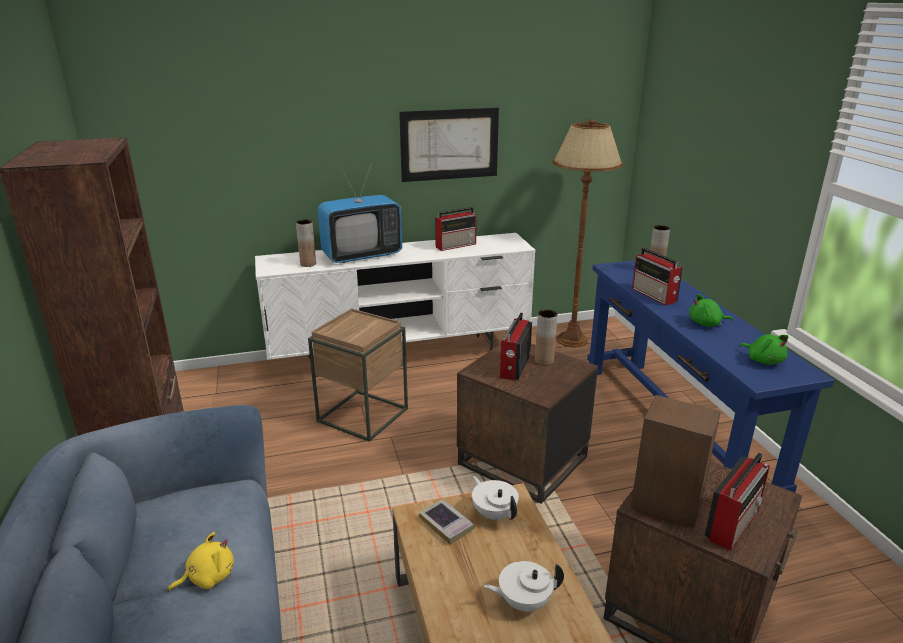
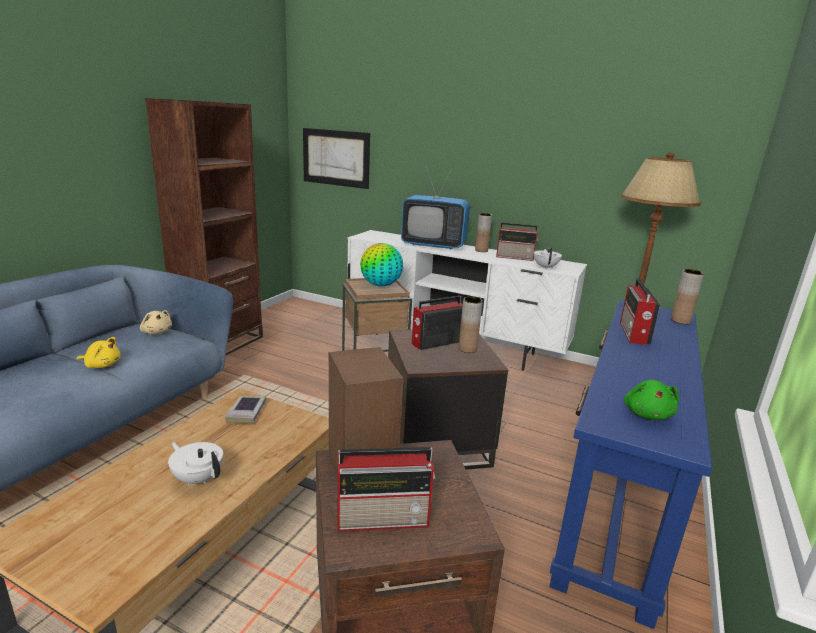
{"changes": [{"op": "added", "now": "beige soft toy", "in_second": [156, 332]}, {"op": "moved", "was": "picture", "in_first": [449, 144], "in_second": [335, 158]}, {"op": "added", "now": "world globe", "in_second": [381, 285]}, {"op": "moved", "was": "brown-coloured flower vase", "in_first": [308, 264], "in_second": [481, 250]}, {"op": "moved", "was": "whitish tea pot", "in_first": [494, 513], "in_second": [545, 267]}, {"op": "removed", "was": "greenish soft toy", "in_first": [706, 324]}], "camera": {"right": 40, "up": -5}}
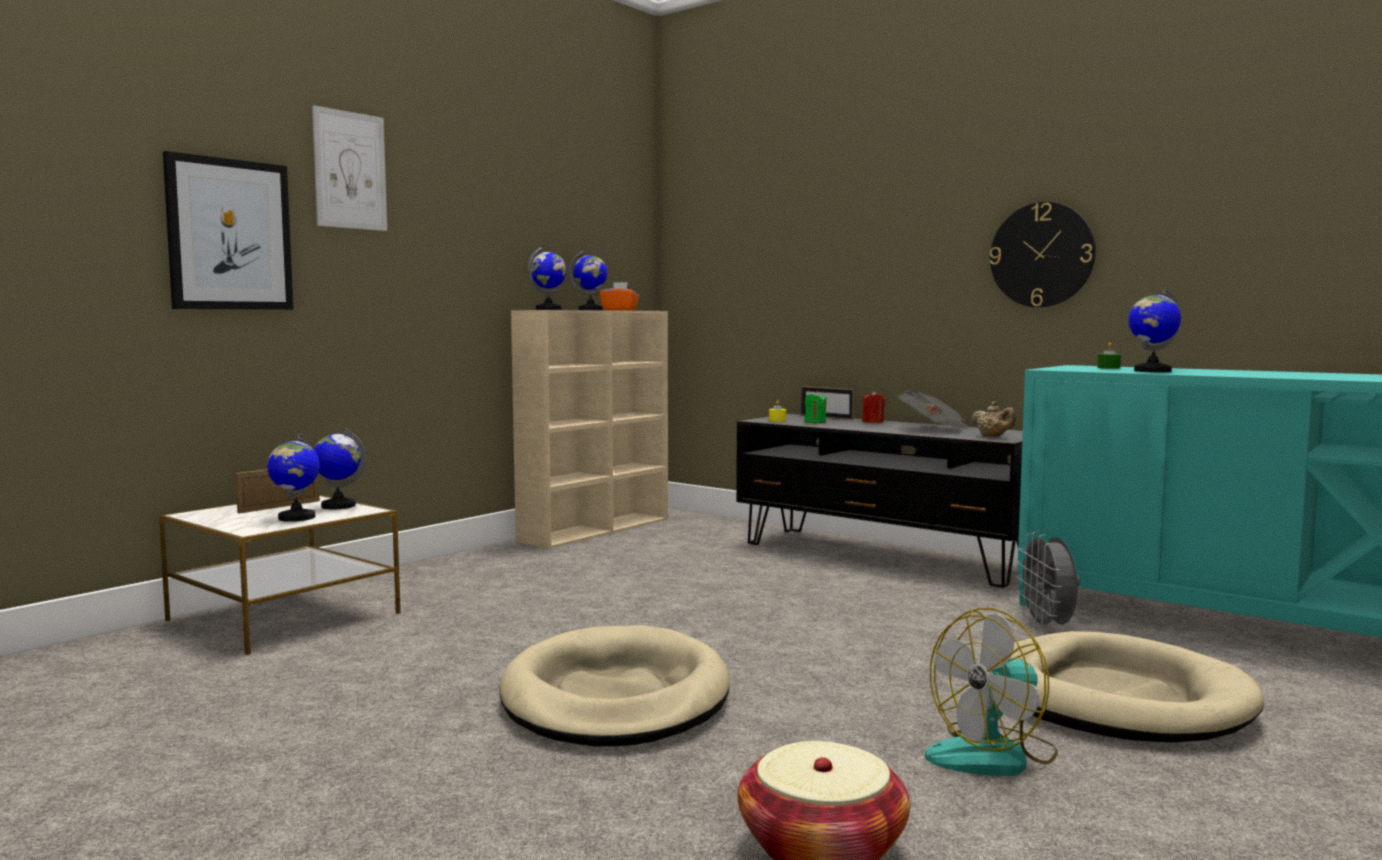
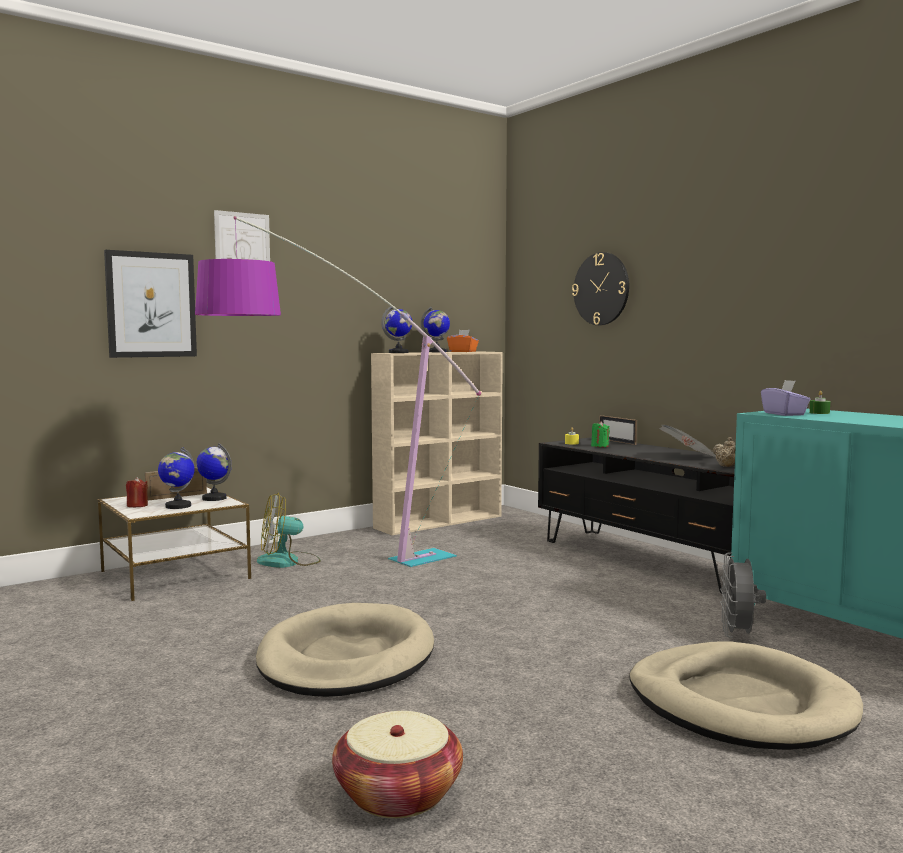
{"changes": [{"op": "moved", "was": "reddish wax light", "in_first": [873, 422], "in_second": [137, 505]}, {"op": "added", "now": "standard lamp", "in_second": [332, 578]}, {"op": "moved", "was": "electric fan", "in_first": [994, 755], "in_second": [288, 562]}, {"op": "moved", "was": "hanging clock", "in_first": [1042, 255], "in_second": [601, 289]}, {"op": "added", "now": "purplish tissue holder", "in_second": [784, 414]}, {"op": "removed", "was": "world globe", "in_first": [1151, 371]}], "camera": {"right": 15, "up": 0}}
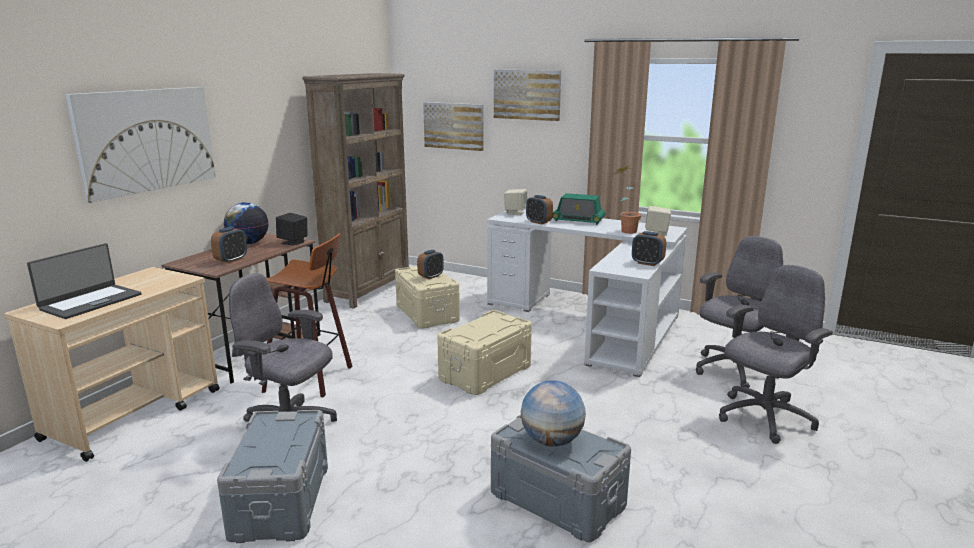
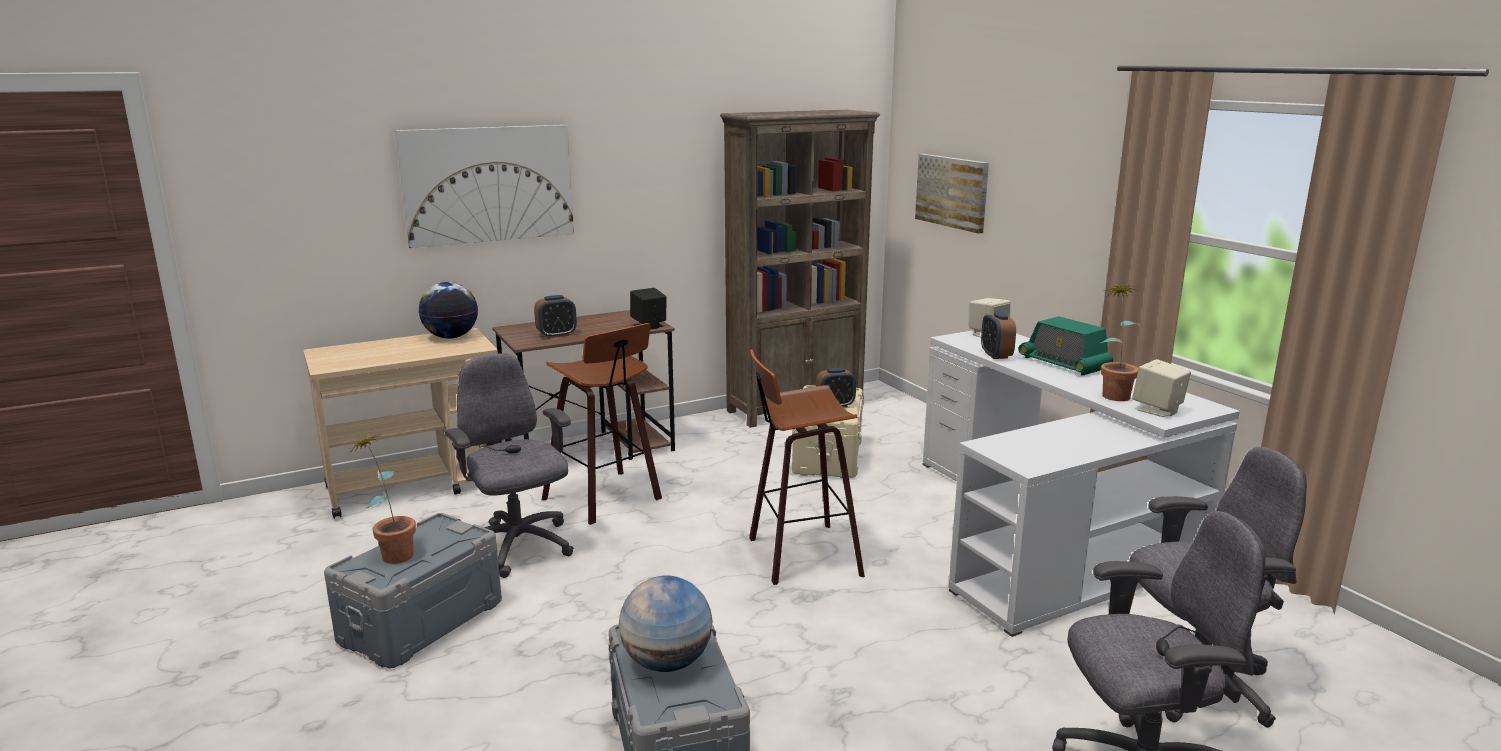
{"changes": [{"op": "added", "now": "plant in a pot", "in_second": [392, 553]}, {"op": "moved", "was": "world globe", "in_first": [248, 243], "in_second": [451, 337]}, {"op": "replaced", "was": "beige storage bin", "now": "stool", "in_first": [484, 372], "in_second": [800, 555]}, {"op": "removed", "was": "laptop", "in_first": [90, 302]}, {"op": "removed", "was": "picture", "in_first": [527, 94]}, {"op": "removed", "was": "table clock", "in_first": [647, 263]}], "camera": {"right": 35, "up": 0}}
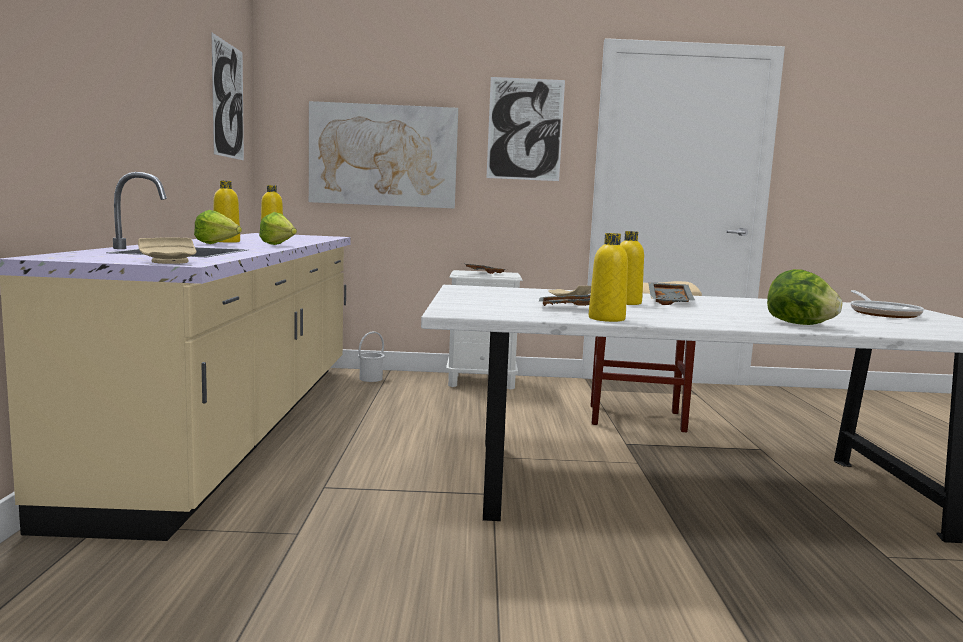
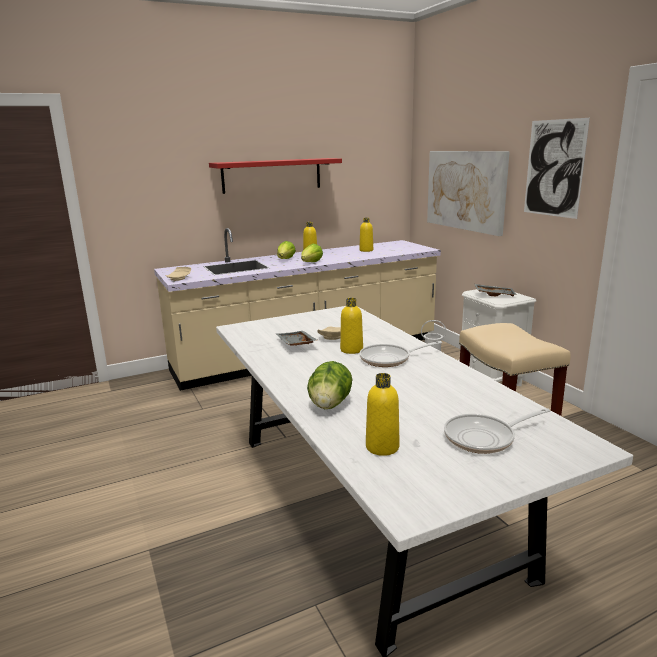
{"changes": [{"op": "added", "now": "reddish bracket shelf", "in_second": [272, 175]}, {"op": "replaced", "was": "greyish tray", "now": "skillet", "in_first": [671, 301], "in_second": [389, 359]}, {"op": "moved", "was": "yellow beverage bottle", "in_first": [606, 319], "in_second": [382, 447]}, {"op": "removed", "was": "picture", "in_first": [228, 100]}], "camera": {"right": 65, "up": 10}}
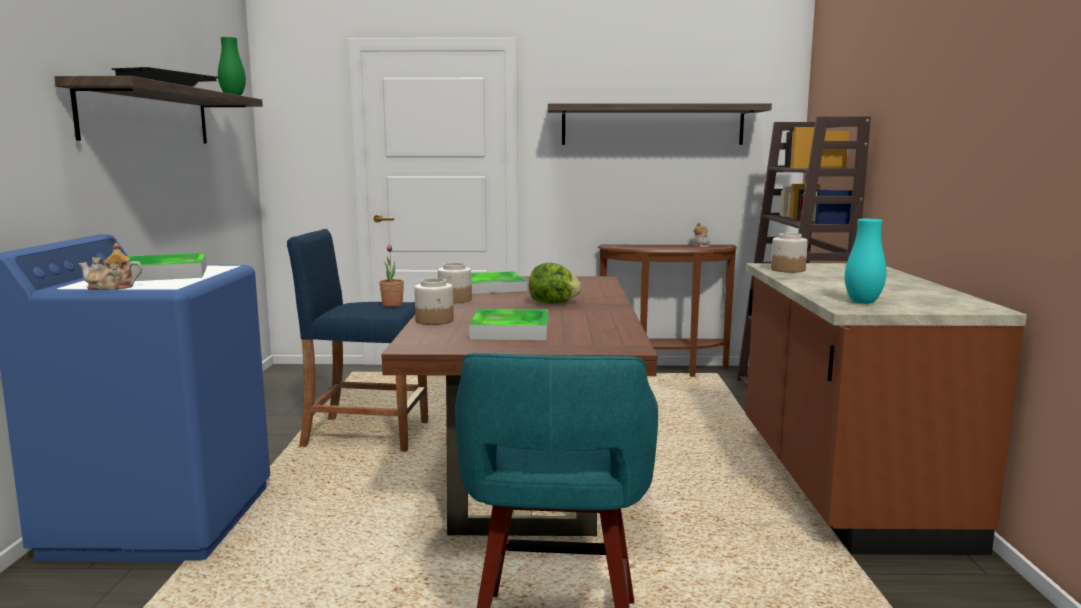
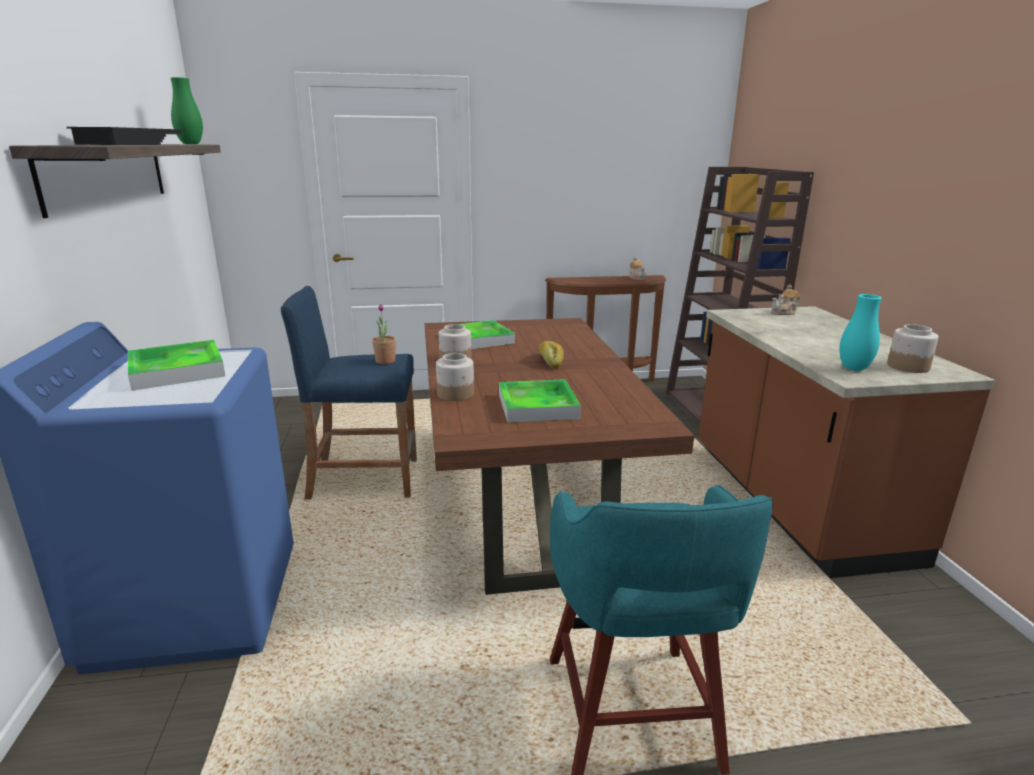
{"changes": [{"op": "replaced", "was": "lettuce", "now": "baked bread", "in_first": [553, 303], "in_second": [551, 361]}, {"op": "moved", "was": "tea pot", "in_first": [112, 287], "in_second": [784, 313]}, {"op": "moved", "was": "storage jar", "in_first": [787, 270], "in_second": [907, 366]}, {"op": "removed", "was": "bracket shelf", "in_first": [652, 125]}], "camera": {"right": -10, "up": 10}}
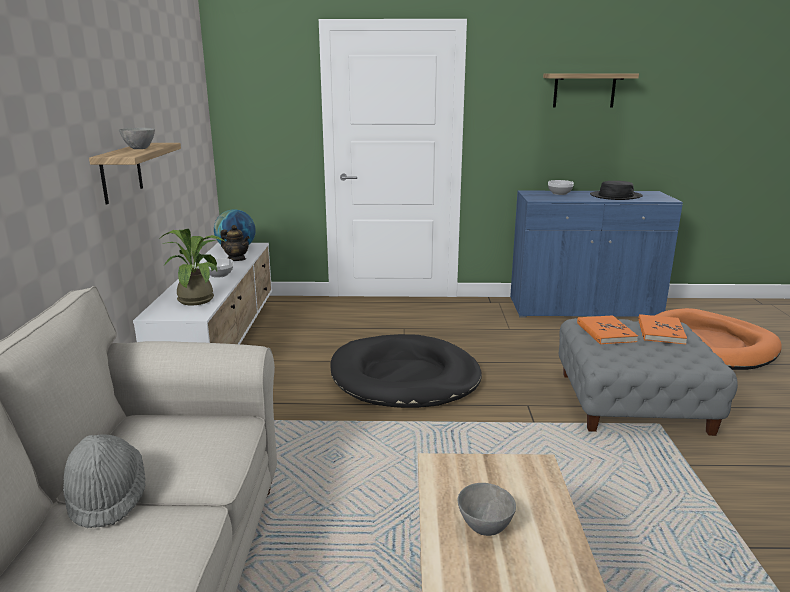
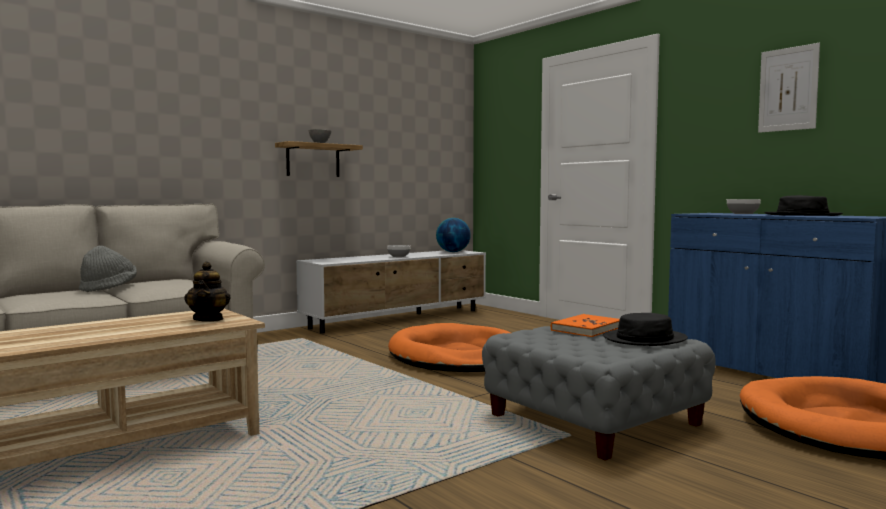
{"changes": [{"op": "moved", "was": "tea pot", "in_first": [237, 259], "in_second": [208, 319]}, {"op": "recoloured", "was": "blackish dog cushion", "now": "orange-coloured dog cushion", "in_first": [405, 377], "in_second": [456, 356]}, {"op": "replaced", "was": "orange-coloured bound book", "now": "blackish clothing hat", "in_first": [660, 332], "in_second": [645, 339]}, {"op": "replaced", "was": "bracket shelf", "now": "picture", "in_first": [584, 90], "in_second": [788, 89]}, {"op": "removed", "was": "plant in a pot", "in_first": [198, 298]}, {"op": "removed", "was": "greyish bowl", "in_first": [484, 528]}], "camera": {"right": 50, "up": -15}}
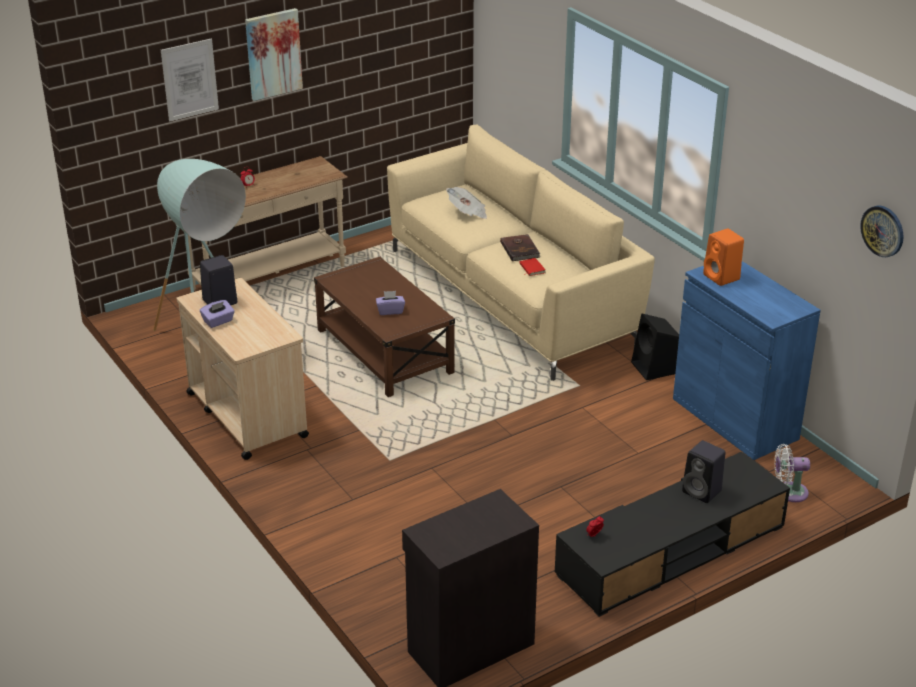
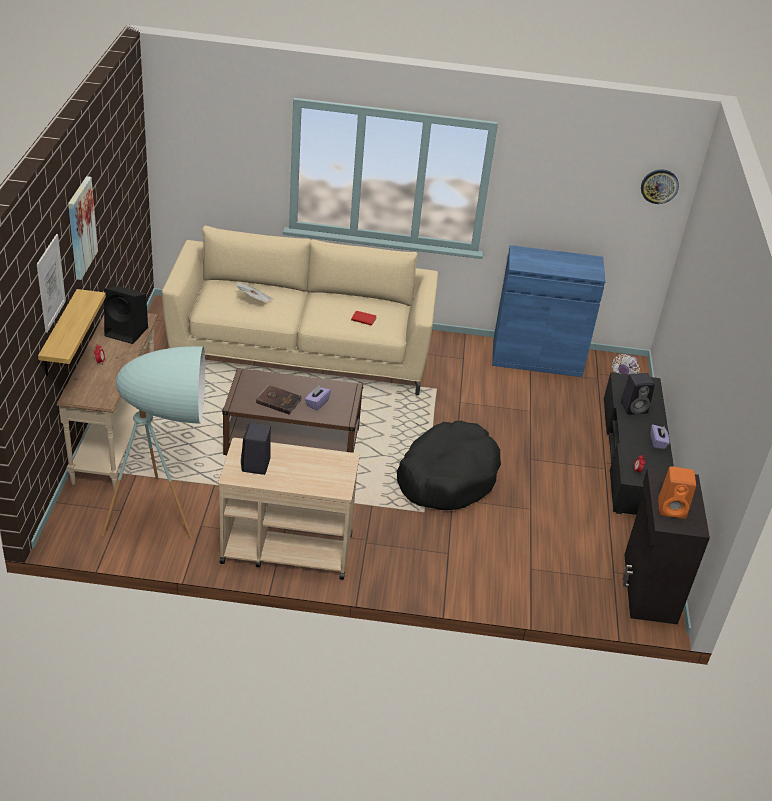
{"changes": [{"op": "added", "now": "bracket shelf", "in_second": [59, 334]}, {"op": "moved", "was": "blackish loudspeaker", "in_first": [654, 368], "in_second": [127, 332]}, {"op": "moved", "was": "brown-coloured bound book", "in_first": [520, 249], "in_second": [278, 400]}, {"op": "added", "now": "blackish dog cushion", "in_second": [447, 477]}, {"op": "moved", "was": "purplish tissue holder", "in_first": [218, 321], "in_second": [658, 442]}, {"op": "moved", "was": "orange-coloured loudspeaker", "in_first": [722, 277], "in_second": [672, 509]}], "camera": {"right": -55, "up": 5}}
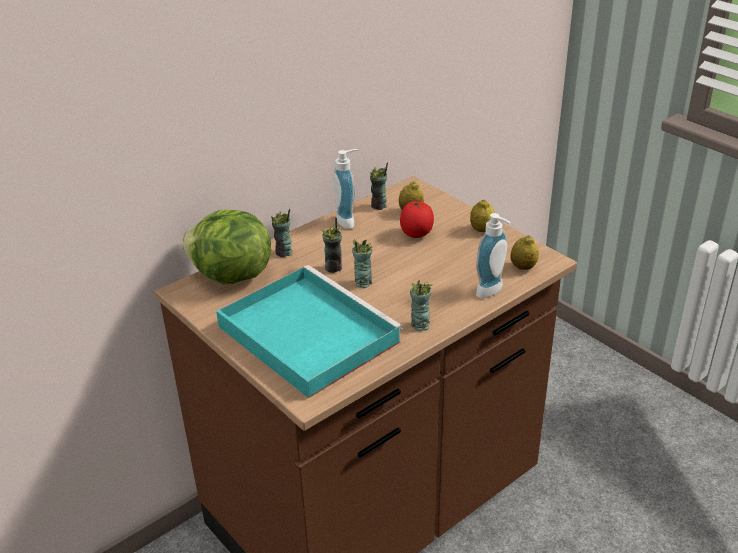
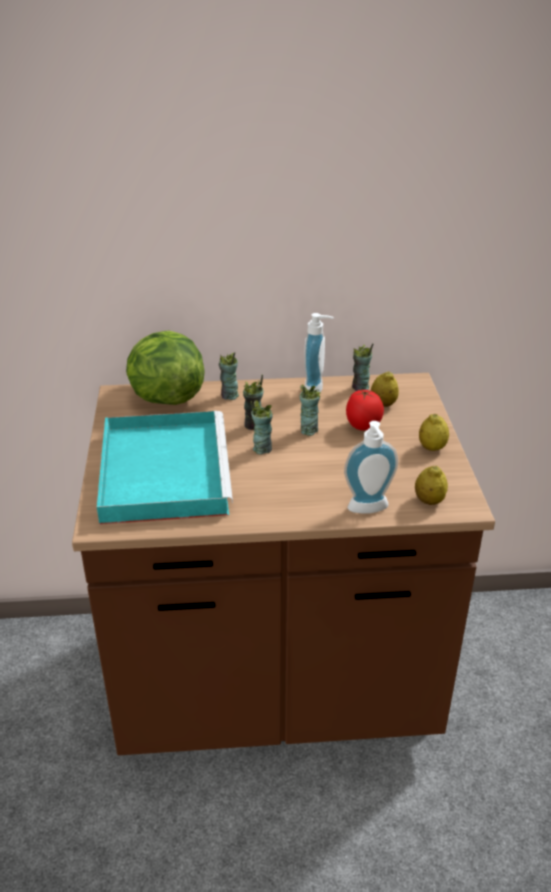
{"changes": [{"op": "moved", "was": "small cup", "in_first": [420, 325], "in_second": [308, 430]}], "camera": {"right": 35, "up": 0}}
